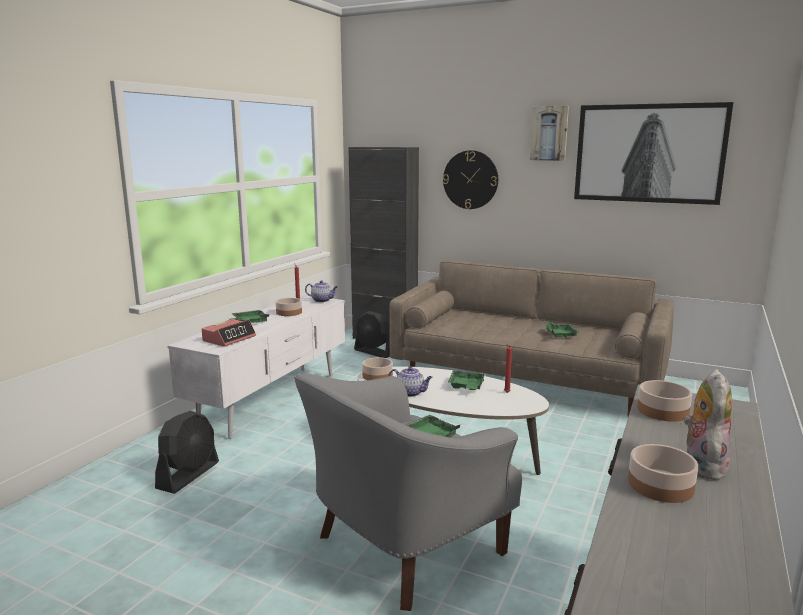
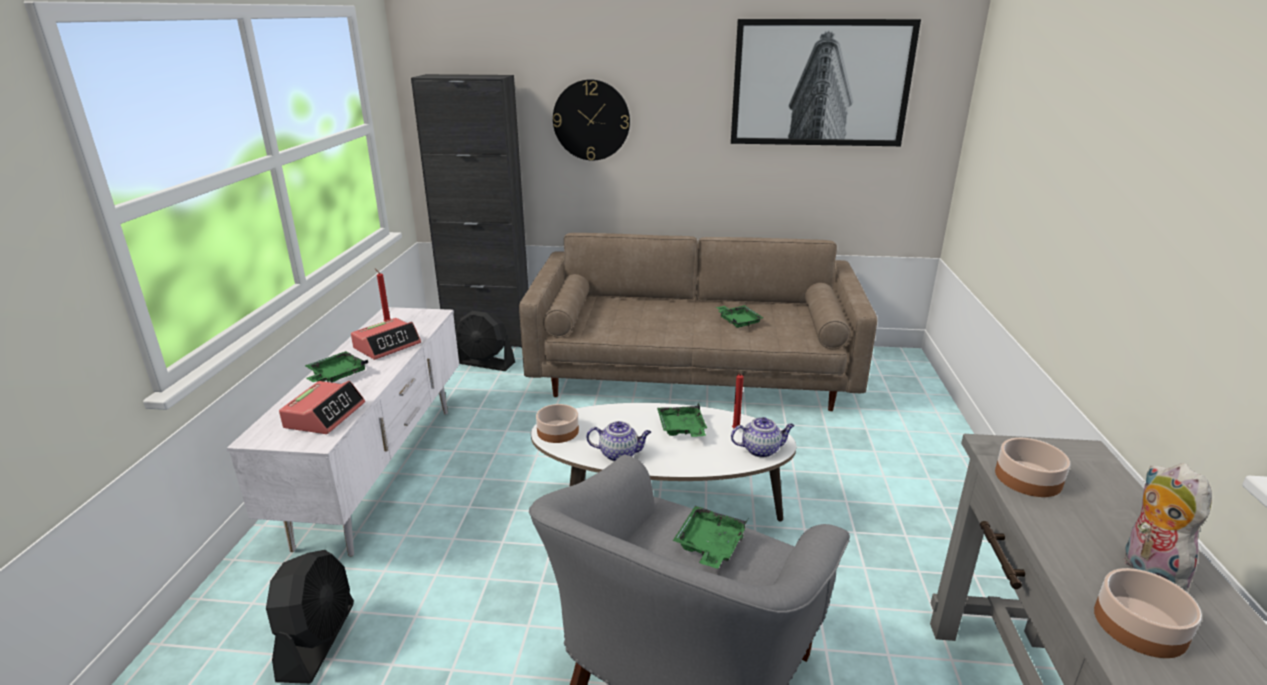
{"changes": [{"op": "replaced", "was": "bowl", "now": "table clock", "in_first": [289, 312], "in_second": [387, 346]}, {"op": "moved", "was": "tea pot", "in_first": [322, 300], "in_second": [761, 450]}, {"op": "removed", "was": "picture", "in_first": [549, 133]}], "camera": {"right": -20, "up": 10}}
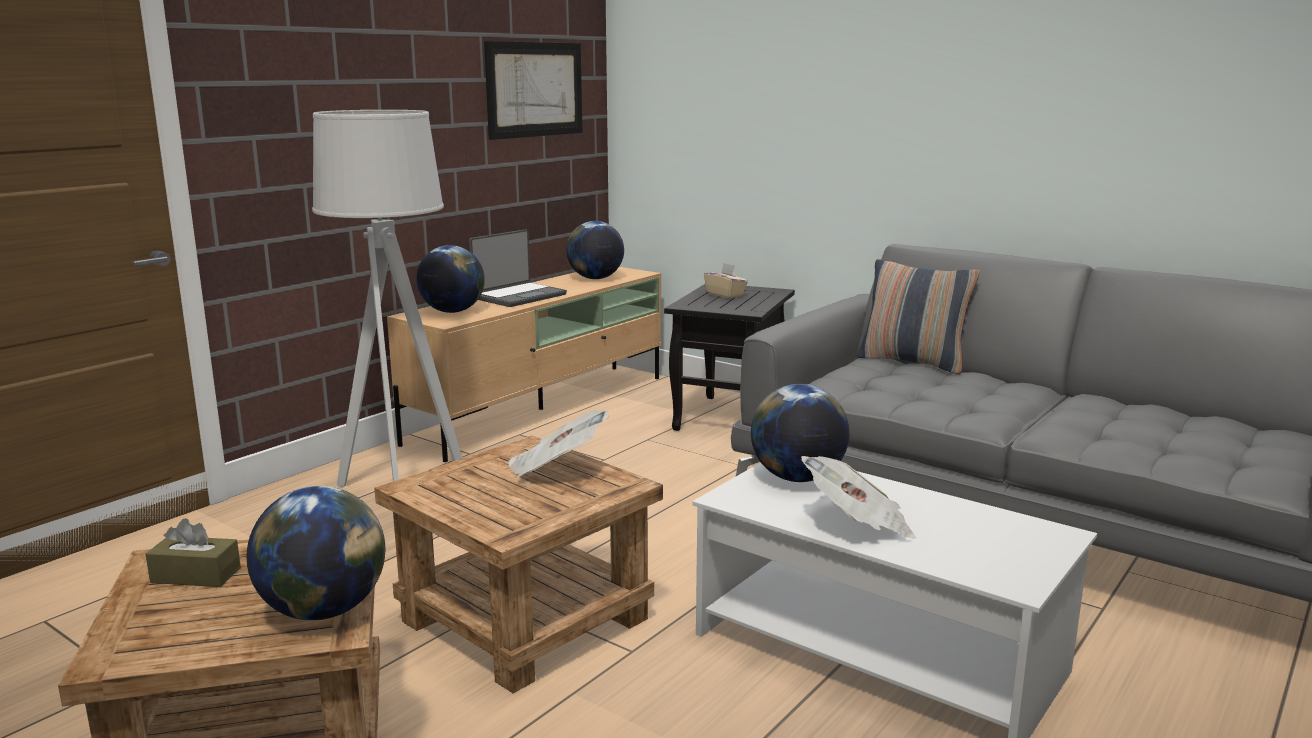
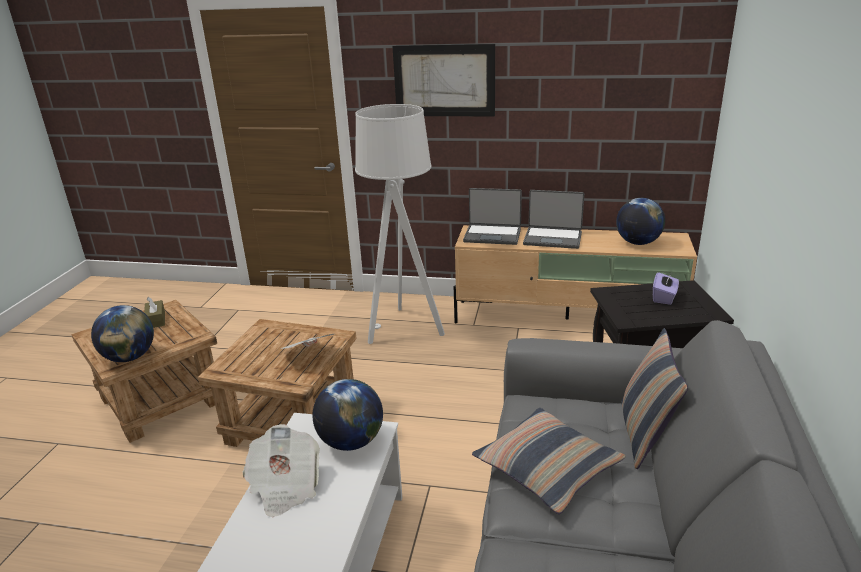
{"changes": [{"op": "moved", "was": "picture", "in_first": [535, 89], "in_second": [444, 81]}, {"op": "replaced", "was": "world globe", "now": "laptop", "in_first": [452, 311], "in_second": [492, 235]}, {"op": "added", "now": "pillow", "in_second": [547, 468]}, {"op": "recoloured", "was": "beige tissue holder", "now": "purplish tissue holder", "in_first": [725, 295], "in_second": [664, 297]}], "camera": {"right": 65, "up": 10}}
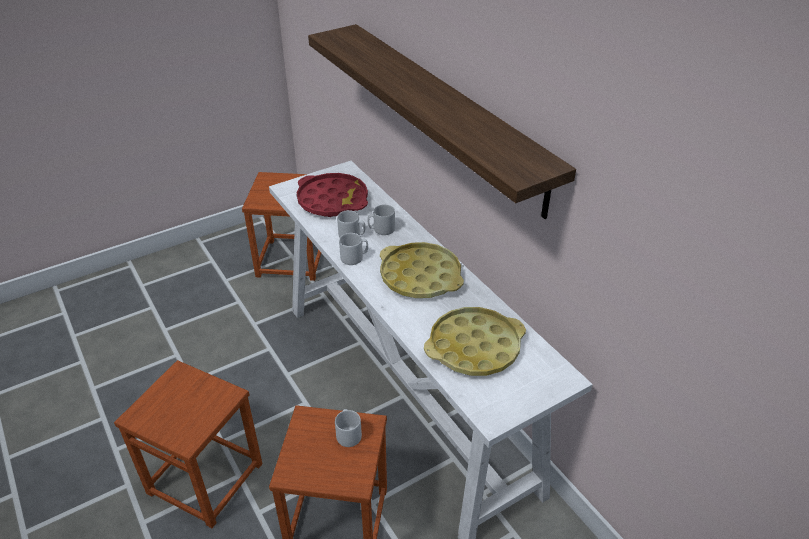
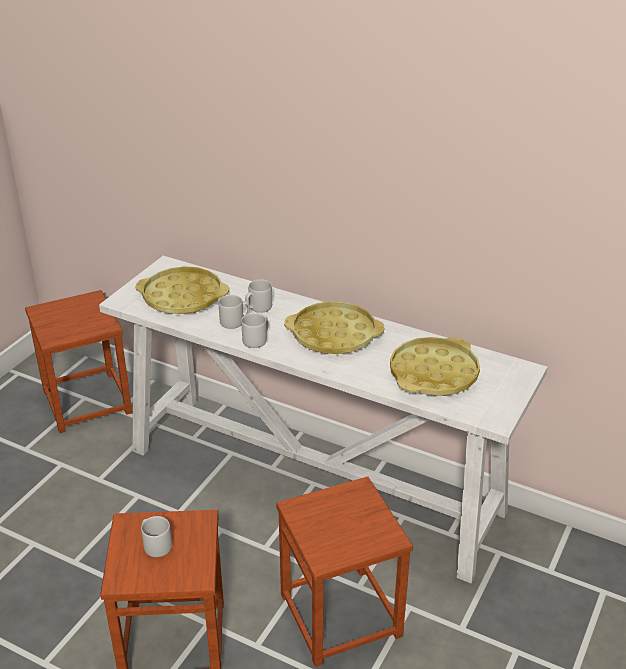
{"changes": [{"op": "recoloured", "was": "reddish tray", "now": "yellow tray", "in_first": [332, 200], "in_second": [183, 297]}, {"op": "moved", "was": "greyish coffee mug", "in_first": [348, 434], "in_second": [156, 545]}, {"op": "removed", "was": "bracket shelf", "in_first": [446, 113]}], "camera": {"right": -30, "up": -5}}
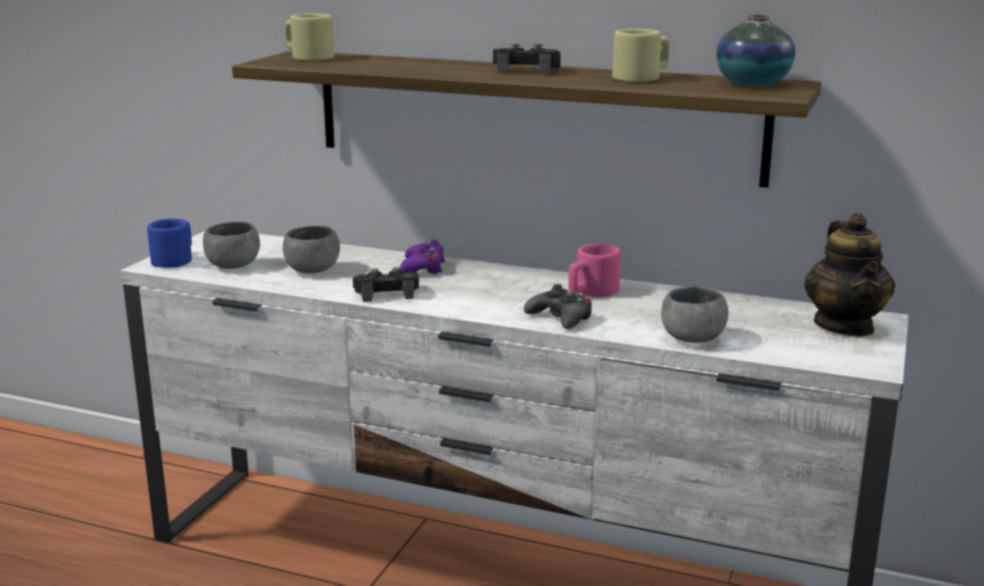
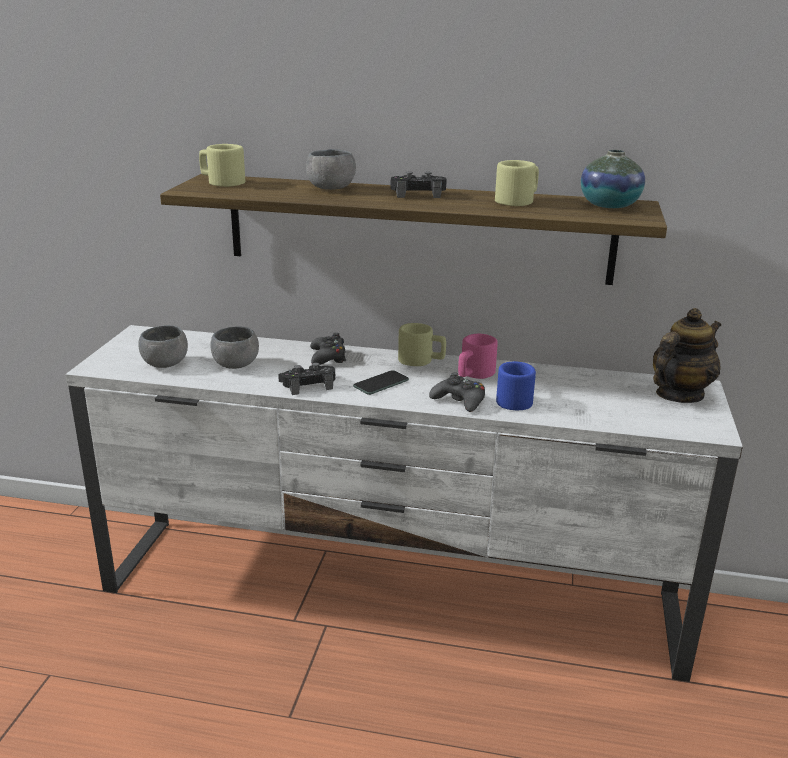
{"changes": [{"op": "moved", "was": "greyish bowl", "in_first": [692, 338], "in_second": [331, 188]}, {"op": "recoloured", "was": "purplish joypad", "now": "blackish joypad", "in_first": [423, 268], "in_second": [328, 357]}, {"op": "added", "now": "handset", "in_second": [381, 383]}, {"op": "added", "now": "beige coffee mug", "in_second": [421, 361]}, {"op": "moved", "was": "blue coffee mug", "in_first": [175, 259], "in_second": [514, 399]}, {"op": "turned", "was": "tea pot", "in_first": [844, 326], "in_second": [679, 395], "clockwise": -120}], "camera": {"right": -10, "up": 5}}
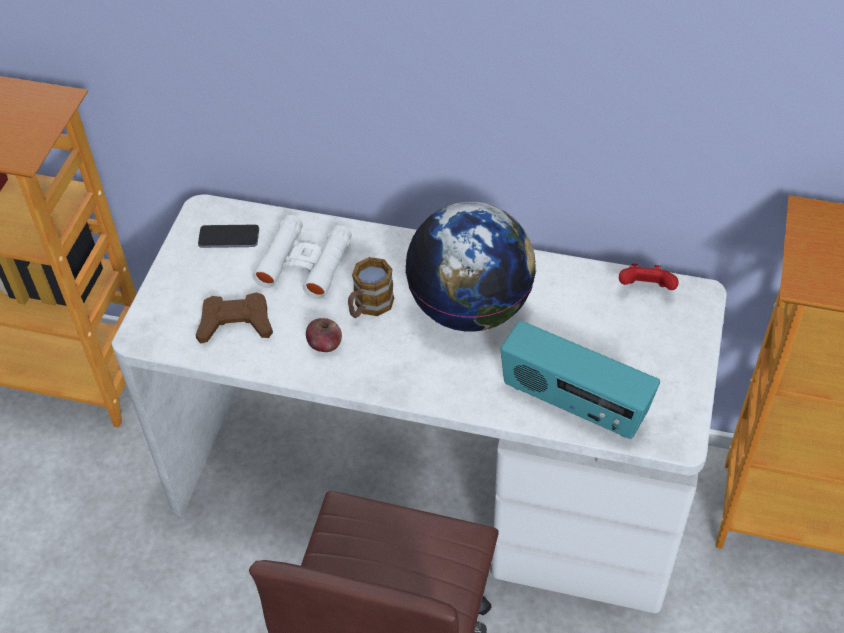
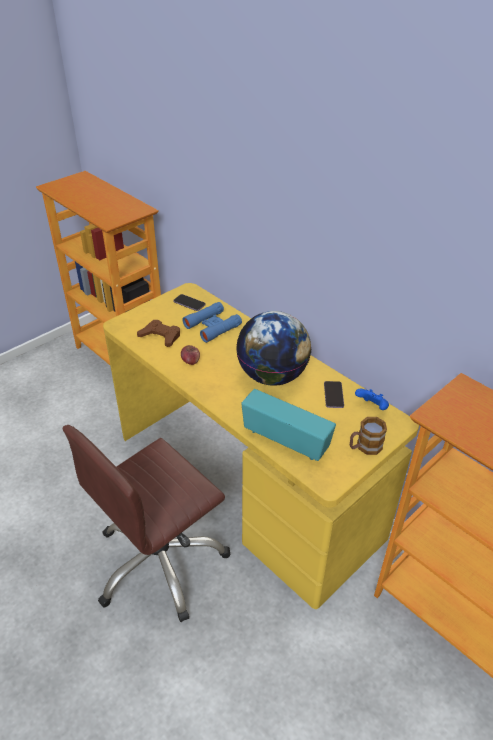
{"changes": [{"op": "recoloured", "was": "whitish desk", "now": "yellow desk", "in_first": [428, 480], "in_second": [246, 482]}, {"op": "recoloured", "was": "whitish field glasses", "now": "blue field glasses", "in_first": [304, 263], "in_second": [212, 326]}, {"op": "turned", "was": "radio", "in_first": [573, 404], "in_second": [286, 440], "clockwise": 150}, {"op": "added", "now": "handset", "in_second": [333, 395]}, {"op": "moved", "was": "coffee mug", "in_first": [369, 306], "in_second": [364, 447]}, {"op": "recoloured", "was": "reddish joypad", "now": "blue joypad", "in_first": [645, 289], "in_second": [372, 407]}], "camera": {"right": 30, "up": -10}}
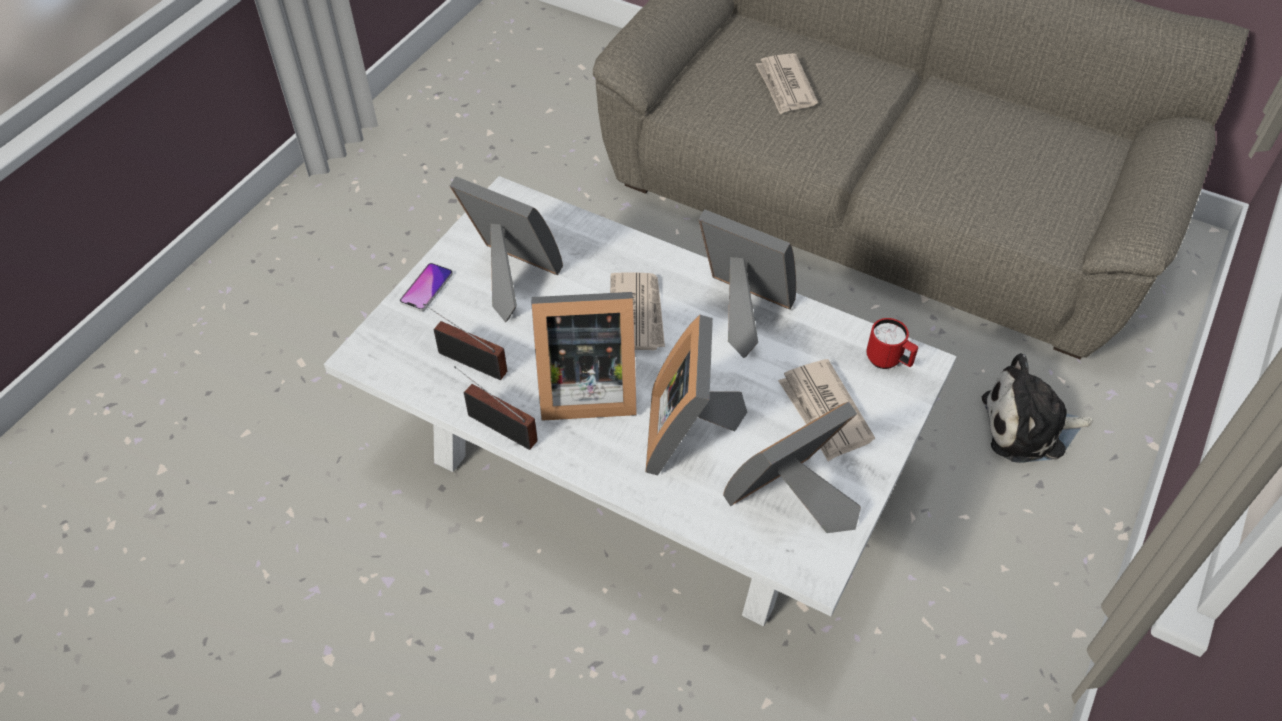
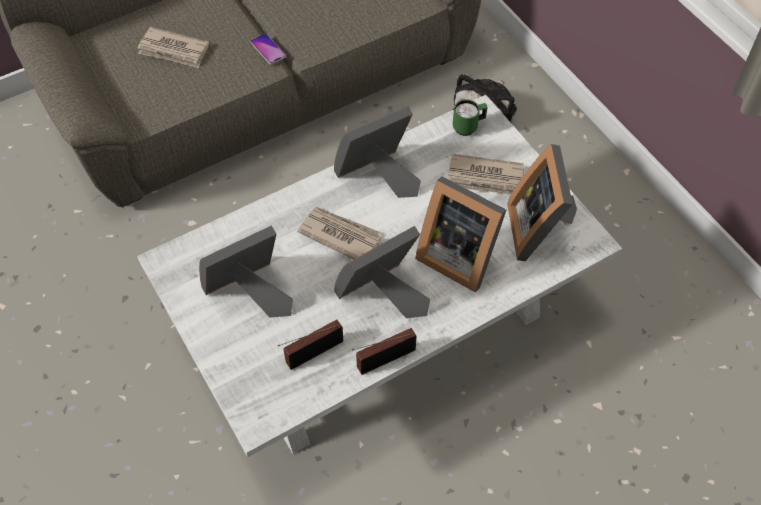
{"changes": [{"op": "moved", "was": "handset", "in_first": [426, 288], "in_second": [268, 49]}, {"op": "turned", "was": "picture frame", "in_first": [583, 388], "in_second": [383, 295], "clockwise": -150}, {"op": "recoloured", "was": "reddish coffee mug", "now": "greenish coffee mug", "in_first": [888, 361], "in_second": [468, 127]}], "camera": {"right": -60, "up": 5}}
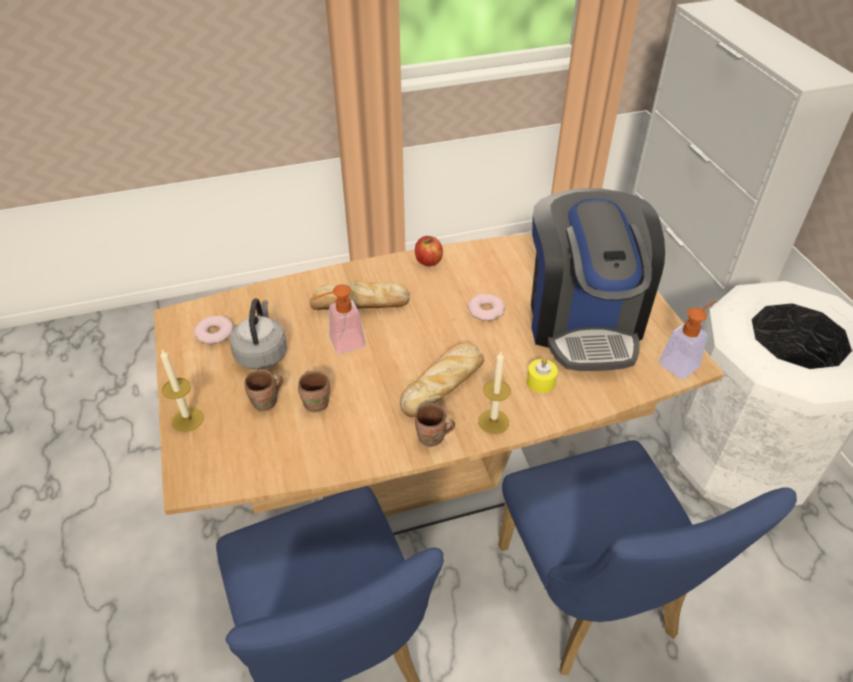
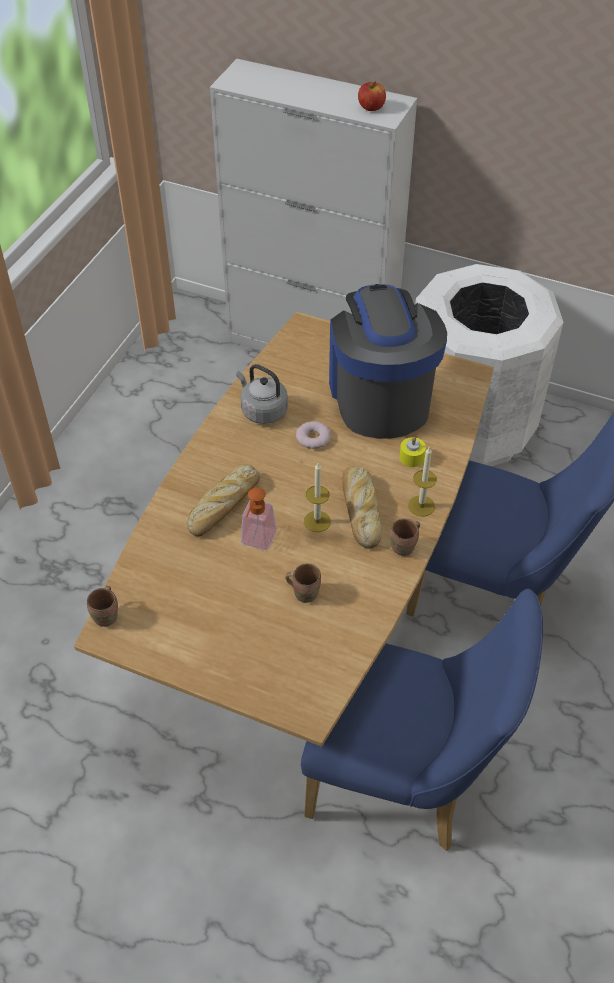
{"changes": [{"op": "moved", "was": "brown-coloured coffee mug", "in_first": [267, 403], "in_second": [107, 616]}, {"op": "moved", "was": "greyish kettle", "in_first": [262, 353], "in_second": [262, 410]}, {"op": "moved", "was": "wax light", "in_first": [187, 419], "in_second": [317, 521]}, {"op": "turned", "was": "coffee maker", "in_first": [583, 321], "in_second": [380, 396], "clockwise": -135}, {"op": "moved", "was": "whole apple", "in_first": [428, 261], "in_second": [371, 107]}, {"op": "removed", "was": "doughnut", "in_first": [214, 333]}, {"op": "removed", "was": "liquid soap bottle", "in_first": [683, 362]}], "camera": {"right": -50, "up": 5}}
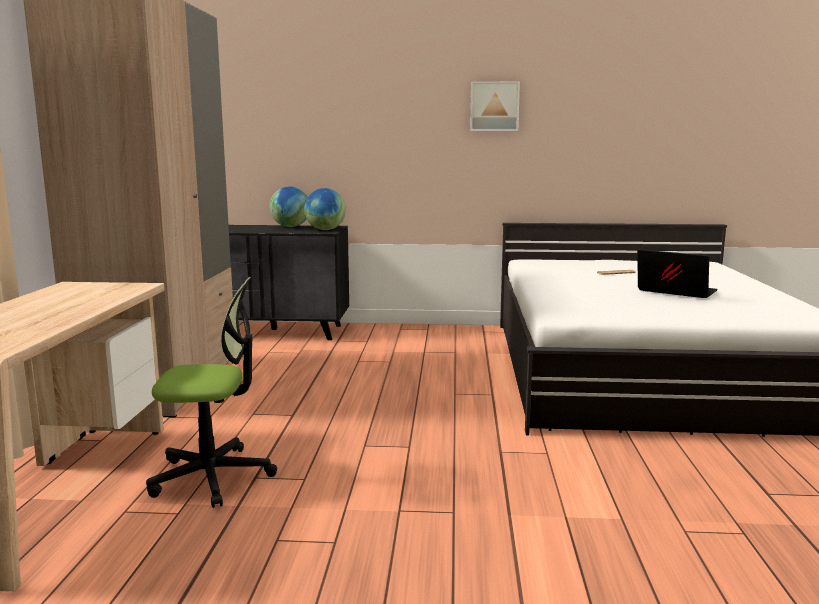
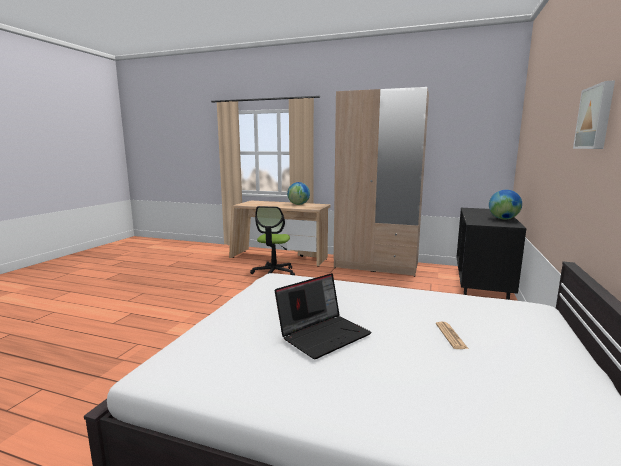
{"changes": [{"op": "moved", "was": "world globe", "in_first": [325, 230], "in_second": [298, 204]}], "camera": {"right": 105, "up": 0}}
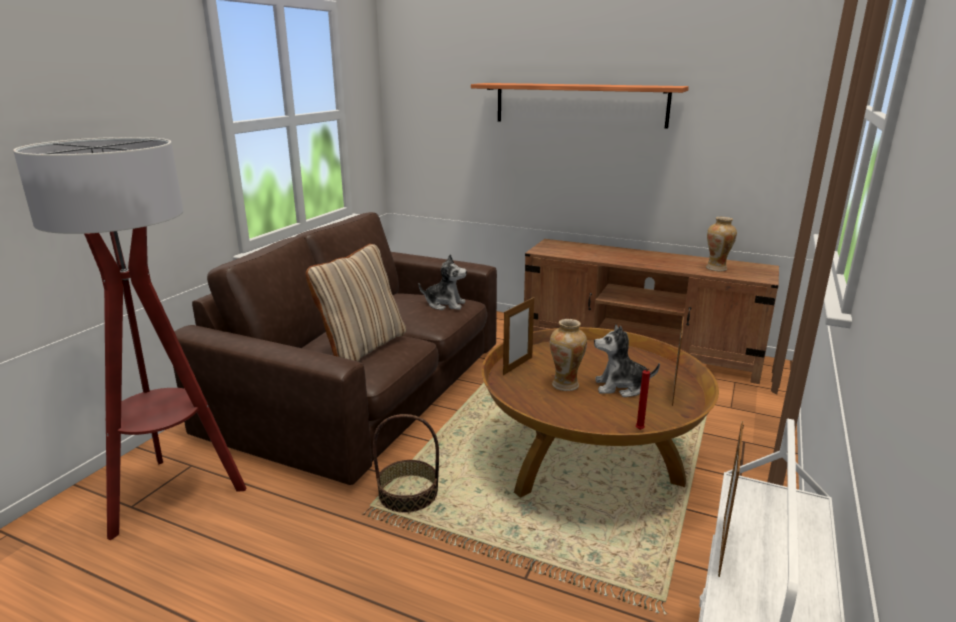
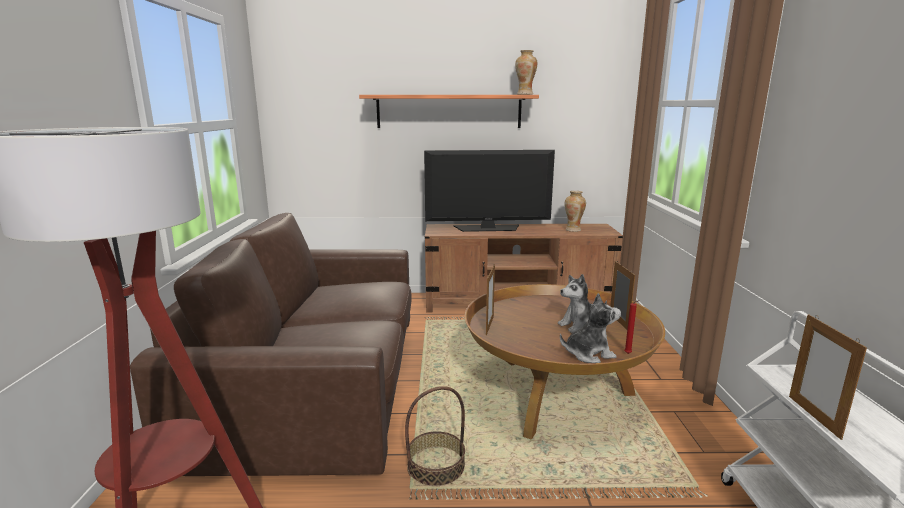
{"changes": [{"op": "added", "now": "TV", "in_second": [487, 228]}, {"op": "moved", "was": "flower vase", "in_first": [565, 385], "in_second": [525, 94]}, {"op": "moved", "was": "soft toy", "in_first": [445, 304], "in_second": [588, 354]}, {"op": "removed", "was": "beige pillow", "in_first": [362, 347]}], "camera": {"right": -25, "up": -5}}
